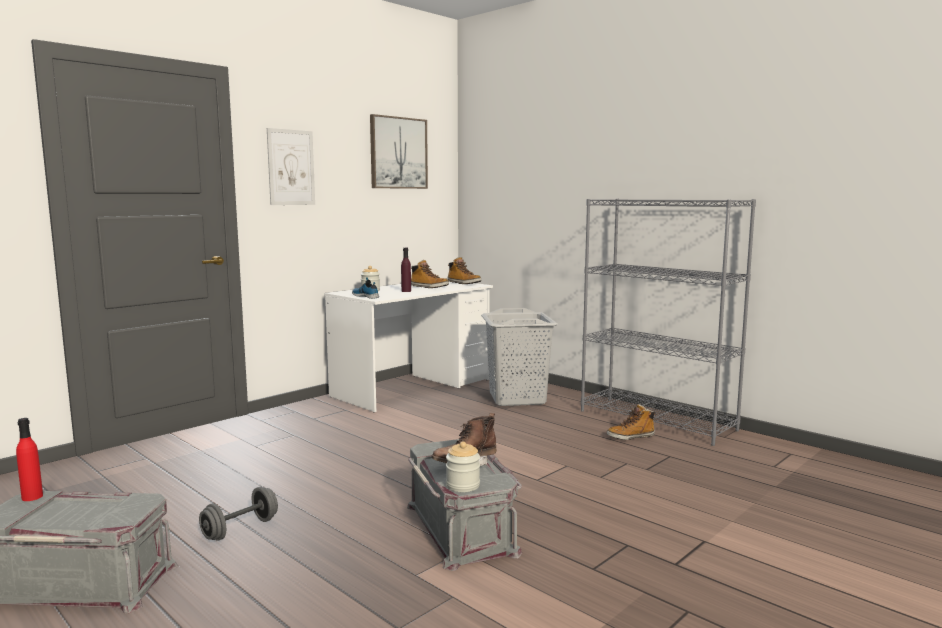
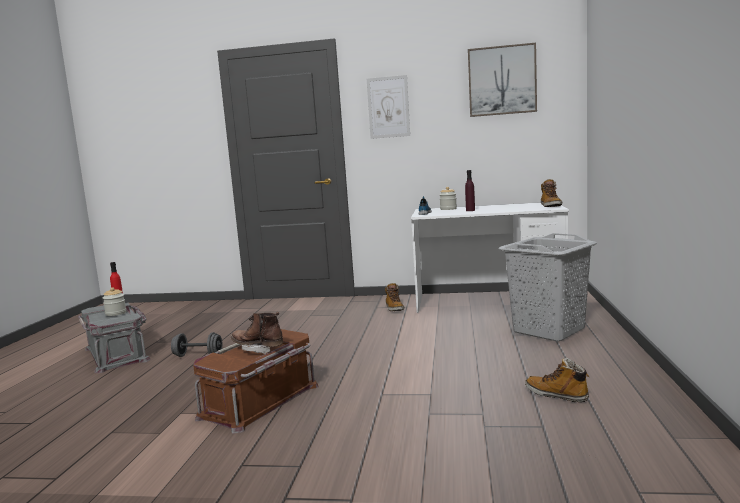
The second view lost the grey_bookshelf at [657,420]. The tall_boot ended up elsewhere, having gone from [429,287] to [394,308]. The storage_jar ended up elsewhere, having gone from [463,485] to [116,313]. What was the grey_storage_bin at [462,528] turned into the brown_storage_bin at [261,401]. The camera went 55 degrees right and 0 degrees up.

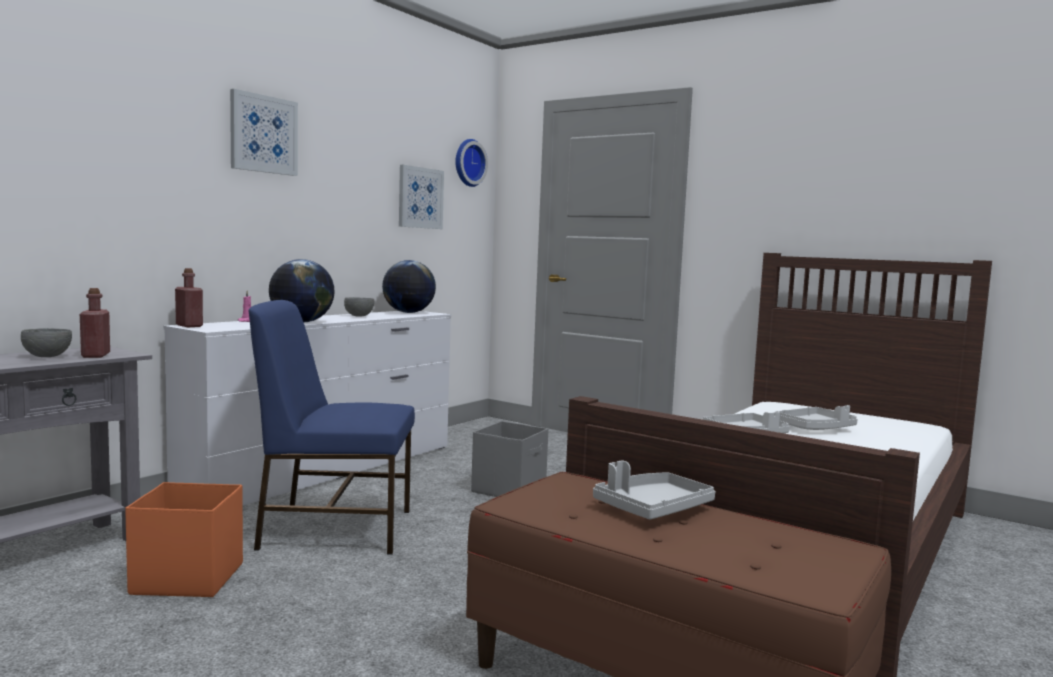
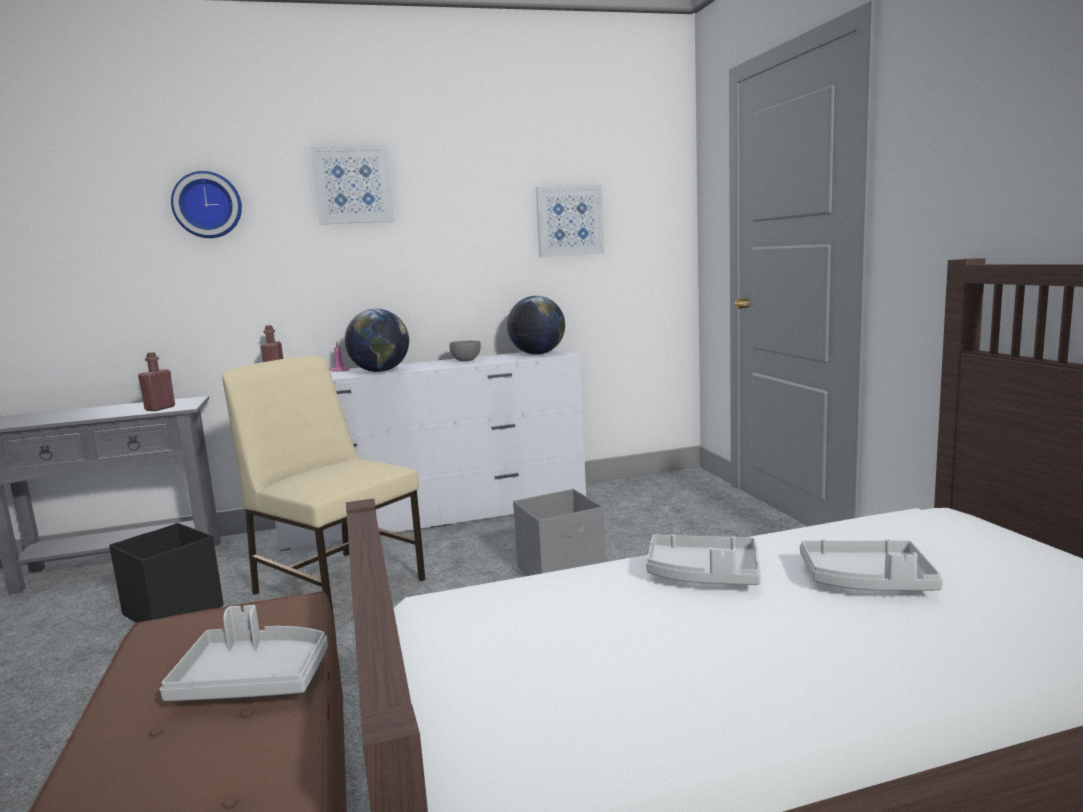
The second view lost the grey_serving_bowl at [46,357]. The clock_on_the_wall ended up elsewhere, having gone from [468,163] to [207,205]. What was the orange-coloured_storage_bin at [187,578] turned into the blackish_storage_bin at [173,610]. What was the blue-coloured_chair at [334,528] turned into the beige-coloured_chair at [338,585]. The camera went 40 degrees right and 5 degrees up.

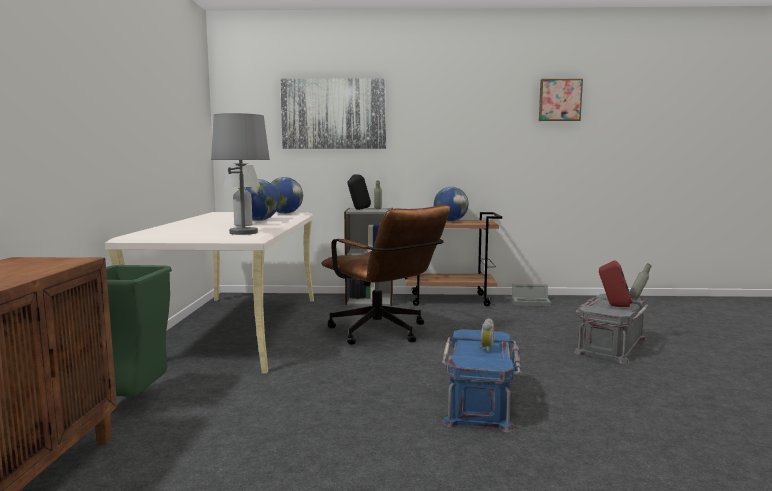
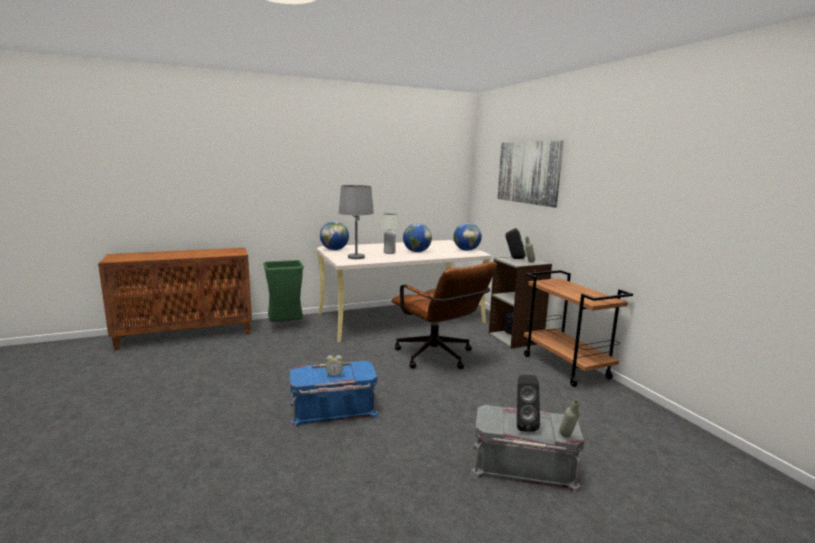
The second view lost the grey_storage_bin at [531,302]. The second view lost the picture at [559,100]. The world_globe ended up elsewhere, having gone from [450,221] to [334,250]. What was the red-coloured_speaker at [614,306] turned into the blackish_speaker at [523,424]. The brown_desk_chair at [384,333] ended up facing another way, 60 degrees counterclockwise from before. The camera went 65 degrees right and 5 degrees up.

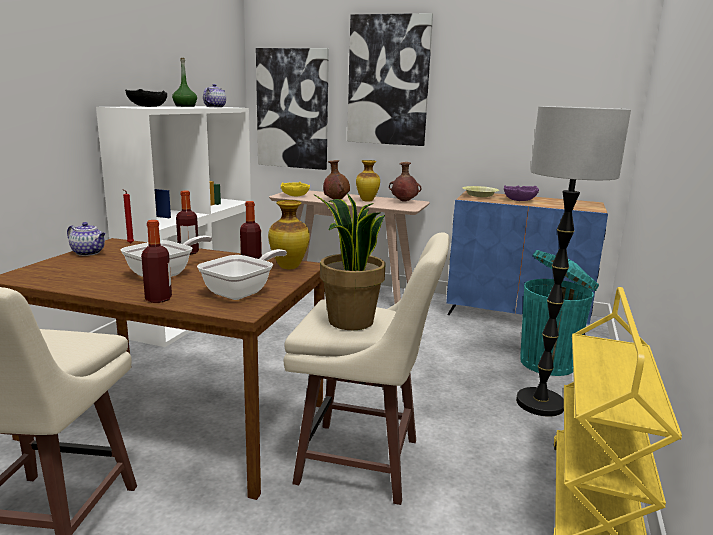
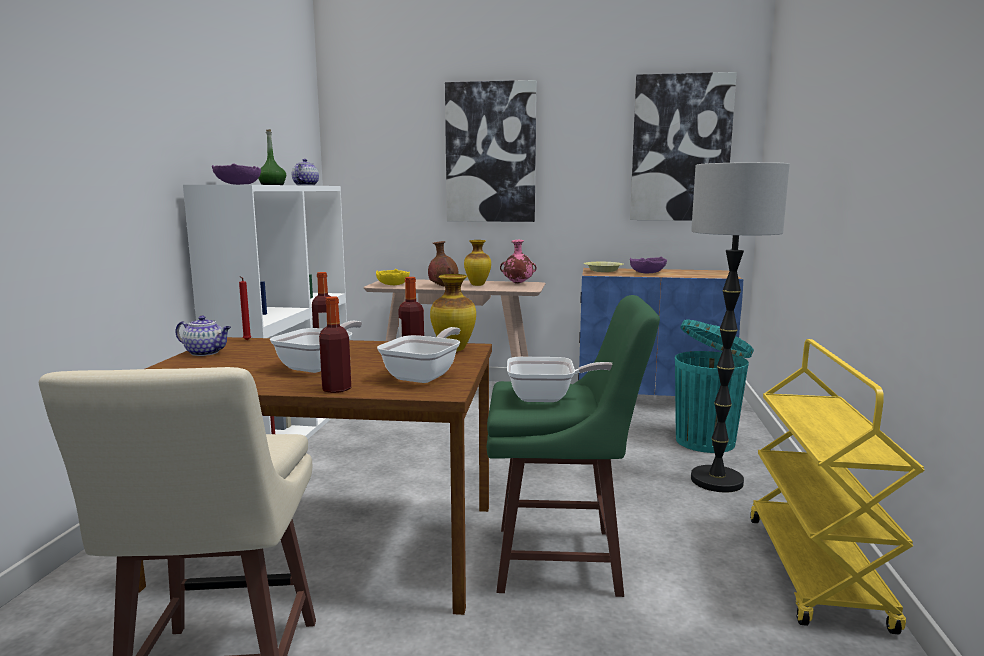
The picture ended up elsewhere, having gone from [292,109] to [680,148]. Where the plant_in_a_pot stood at [350,321], the frying_pan came to stand at [548,398]. What was the blackish_serving_bowl at [148,106] turned into the purplish_serving_bowl at [239,184]. What was the beige-coloured_stool_seat at [362,462] turned into the greenish_stool_seat at [562,561]. What was the brown_decorative_vase at [403,201] turned into the pink_decorative_vase at [517,284]. The camera went 10 degrees left and 5 degrees down.

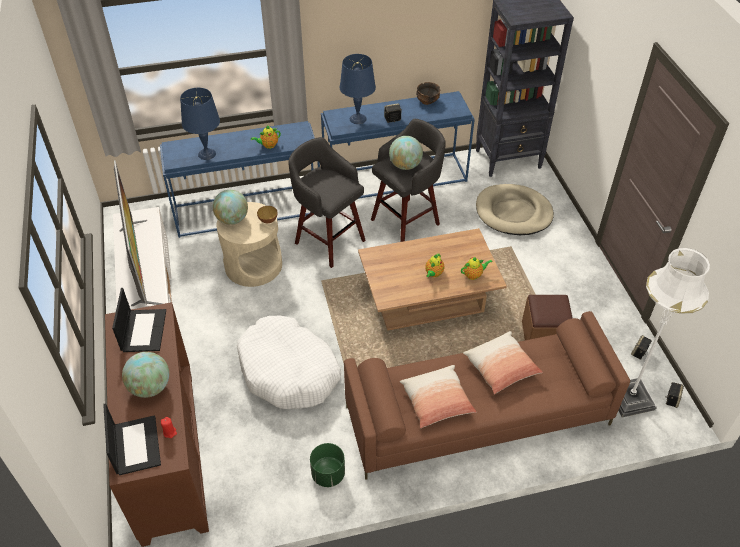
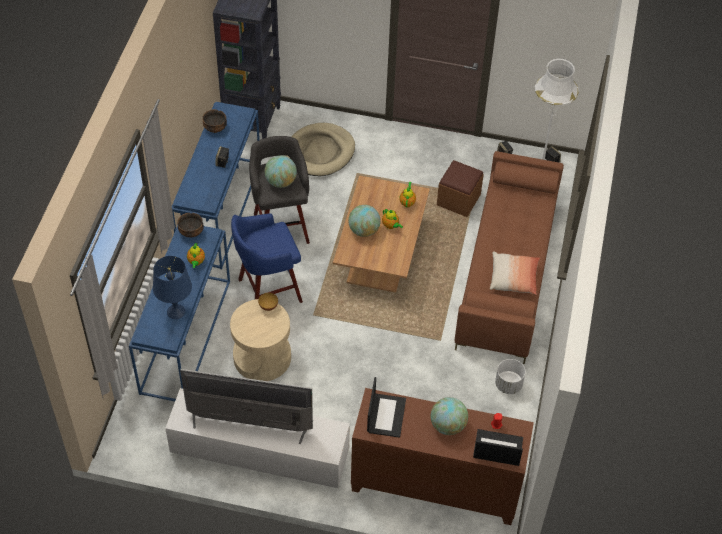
The second view lost the white-coloured_dog_cushion at [289,371]. The second view lost the blue-coloured_tabletop_lamp at [357,119]. The second view lost the throw_pillow at [501,368]. The second view gained the serving_bowl at [191,232]. The world_globe ended up elsewhere, having gone from [232,219] to [364,230]. What was the grey_stool_seat at [328,240] turned into the blue-coloured_stool_seat at [267,291]. What was the greenish_planter at [328,474] turned into the white-coloured_planter at [508,385]. The laptop at [143,330] ended up facing another way, 75 degrees clockwise from before. The camera went 65 degrees left and 5 degrees up.

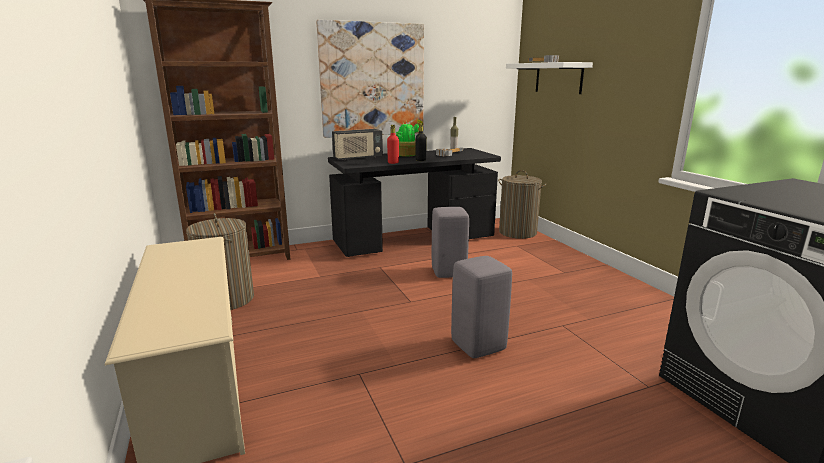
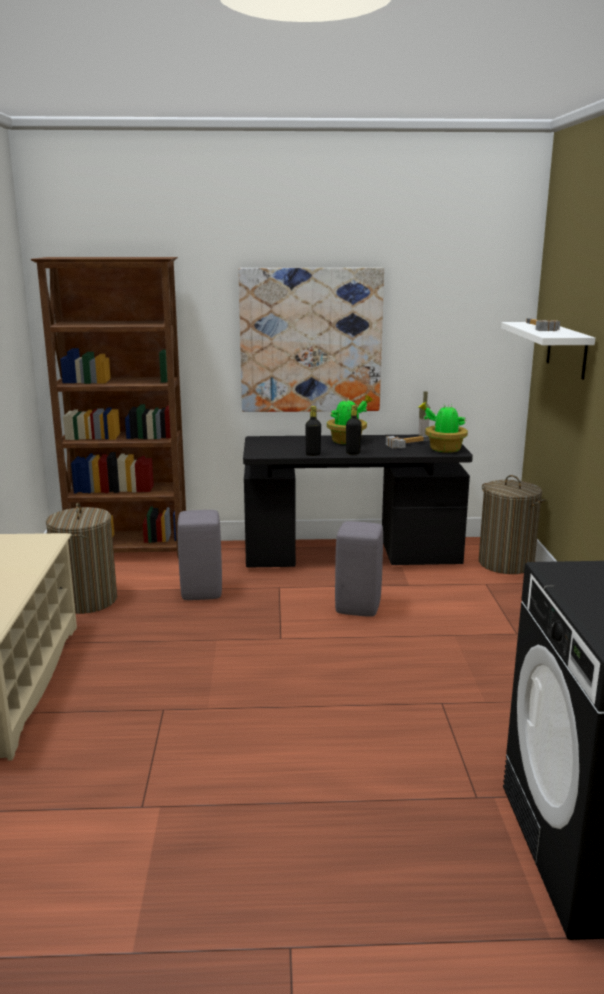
The second view lost the radio at [358,158]. The second view gained the plant_in_a_pot at [443,449]. The grey_stool_seat ended up elsewhere, having gone from [478,345] to [202,592]. What was the red-coloured_beverage_bottle at [393,163] turned into the blackish_beverage_bottle at [313,454]. The camera went 20 degrees right and 0 degrees up.

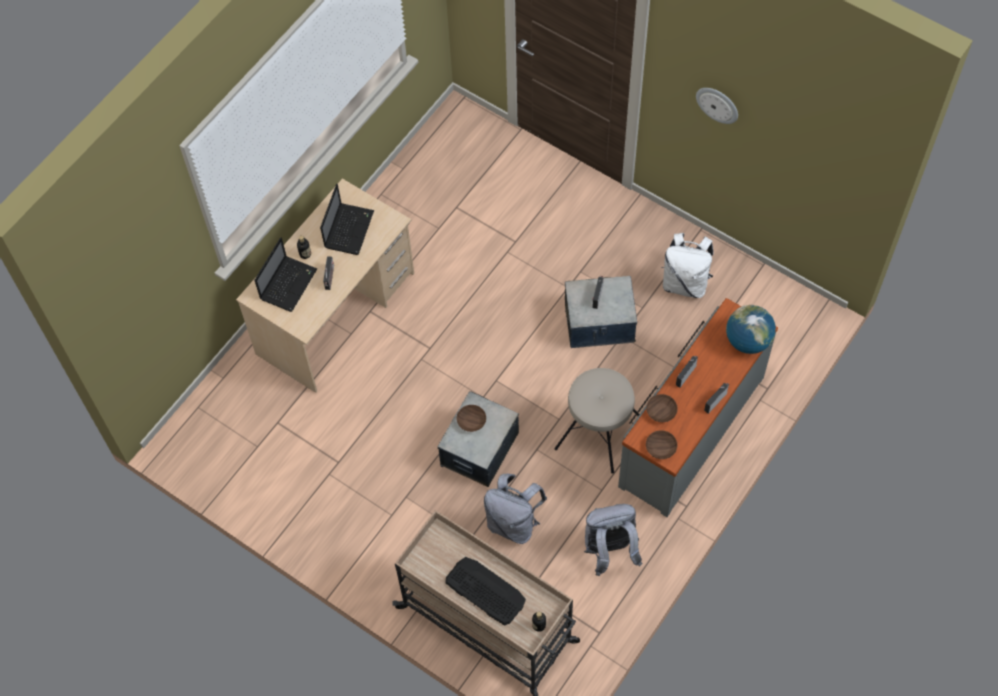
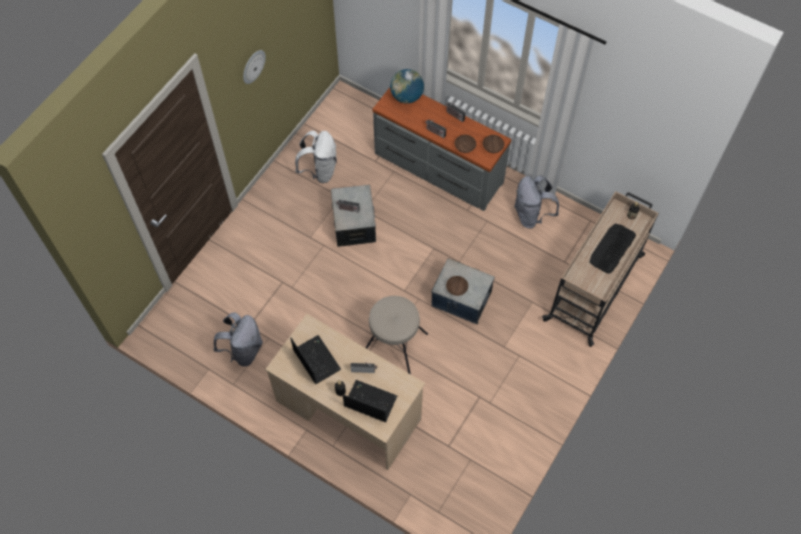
The grey_backpack ended up elsewhere, having gone from [513,522] to [243,350]. The beige-coloured_stool_seat ended up elsewhere, having gone from [598,432] to [394,344]. The laptop at [349,228] ended up facing another way, 45 degrees clockwise from before. The camera went 95 degrees left and 0 degrees up.

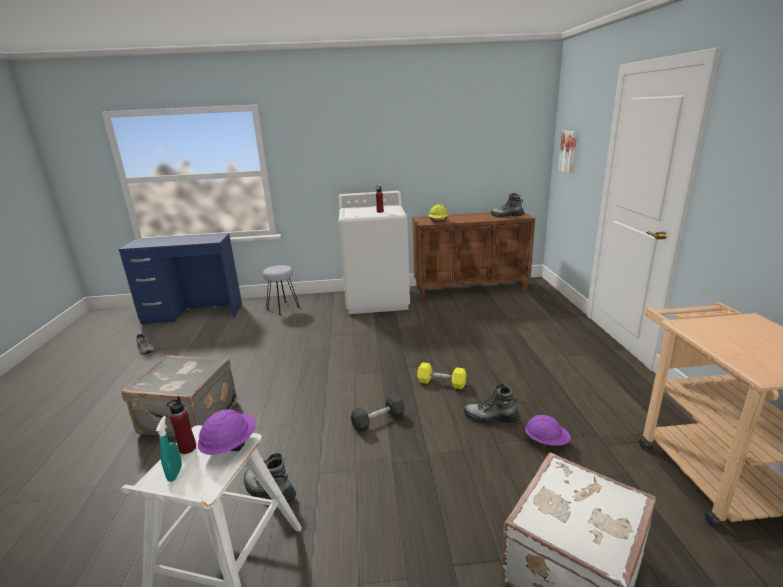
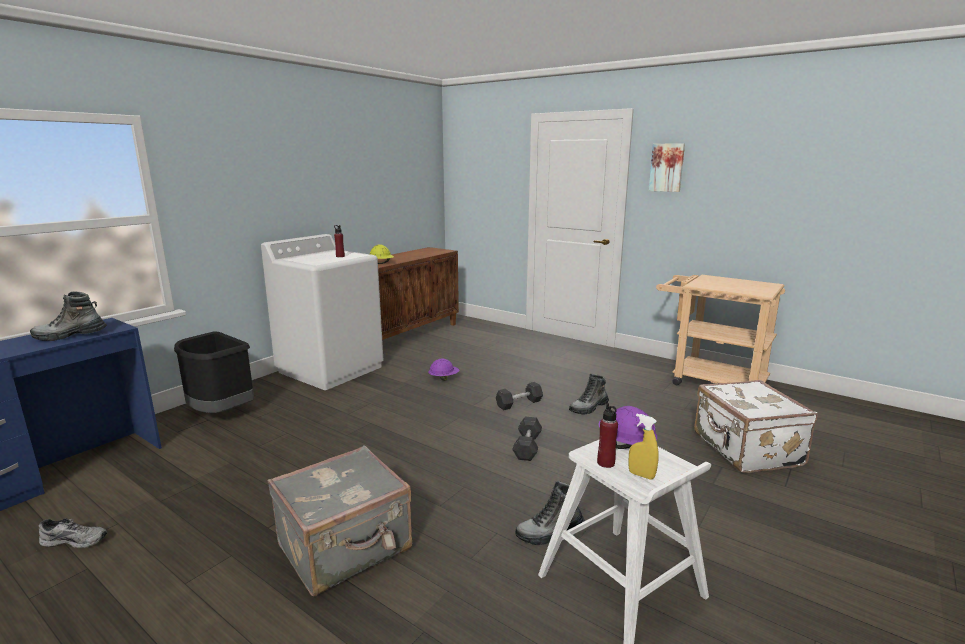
The tall_boot ended up elsewhere, having gone from [506,216] to [70,336]. The purplish_safety_helmet ended up elsewhere, having gone from [546,442] to [444,378]. The picture ended up elsewhere, having gone from [569,151] to [667,167]. Where the grey_stool_seat stood at [283,308], the blackish_waste_bin came to stand at [221,413]. What was the turquoise-coloured_sprayer at [175,473] turned into the yellow-coloured_sprayer at [641,475]. What was the yellow-coloured_hand_weight at [441,383] turned into the grey_hand_weight at [519,403]. The camera went 50 degrees left and 5 degrees down.

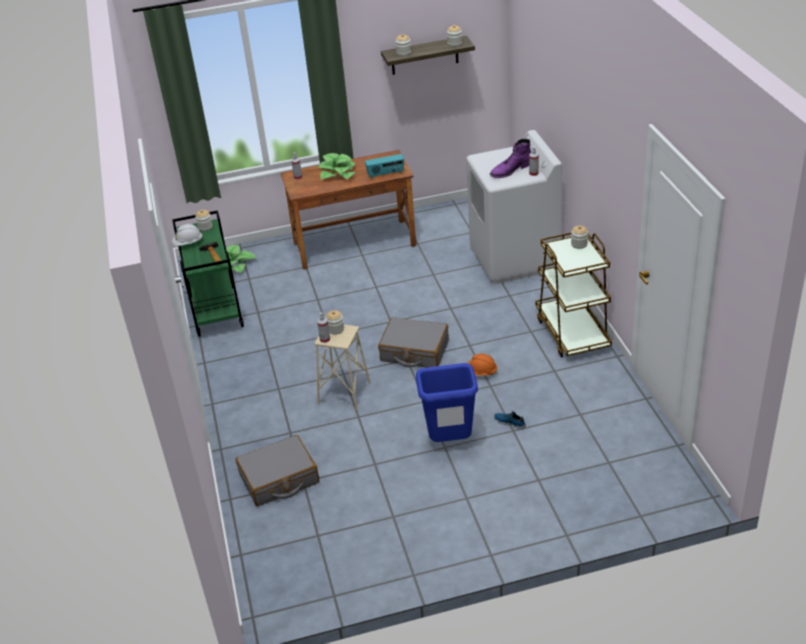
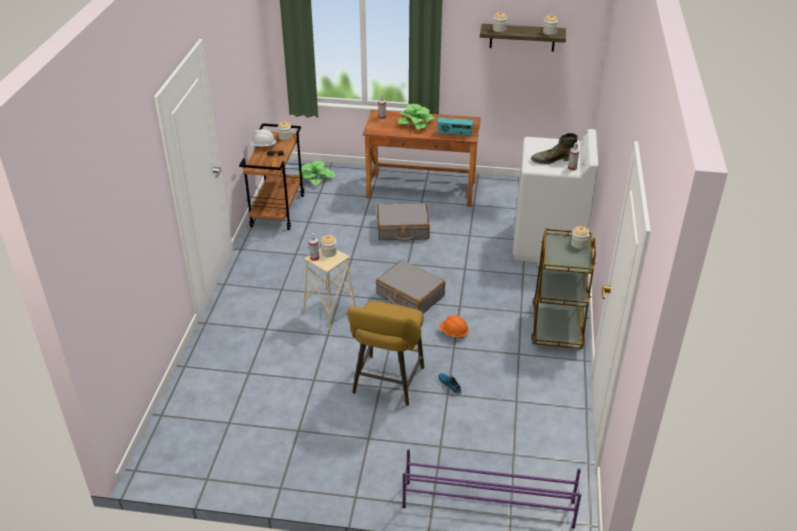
The second view gained the purplish_shoe_stand at [487,504]. The grey_piece_of_luggage ended up elsewhere, having gone from [279,479] to [402,229]. Where the blue-coloured_waste_bin stood at [449,442], the yellow-coloured_stool_seat came to stand at [387,384]. What was the greenish_cart at [215,311] turned into the brown_cart at [277,210]. What was the purplish_tall_boot at [510,170] turned into the greenish_tall_boot at [553,159]. The camera went 20 degrees right and 0 degrees up.

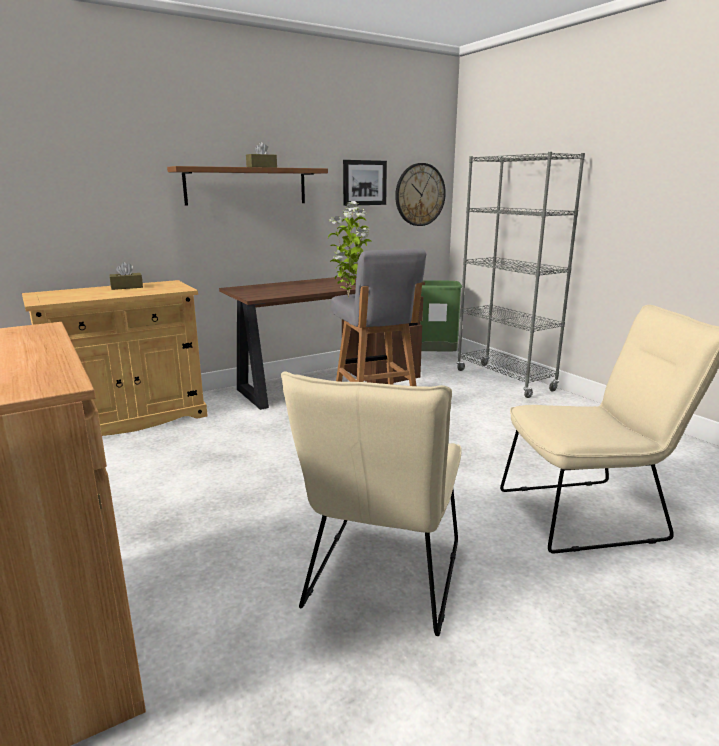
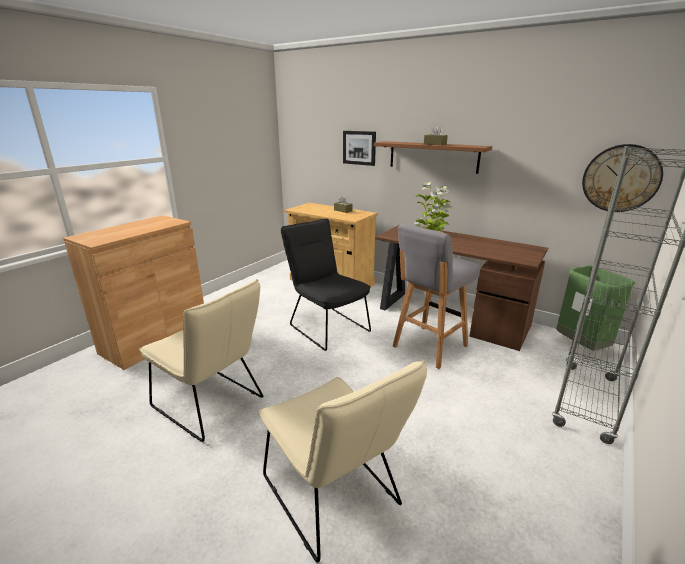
The second view gained the blackish_chair at [326,326]. The picture ended up elsewhere, having gone from [364,183] to [359,147]. The beige-coloured_chair at [381,582] ended up facing another way, 135 degrees counterclockwise from before. The camera went 65 degrees right and 5 degrees up.

